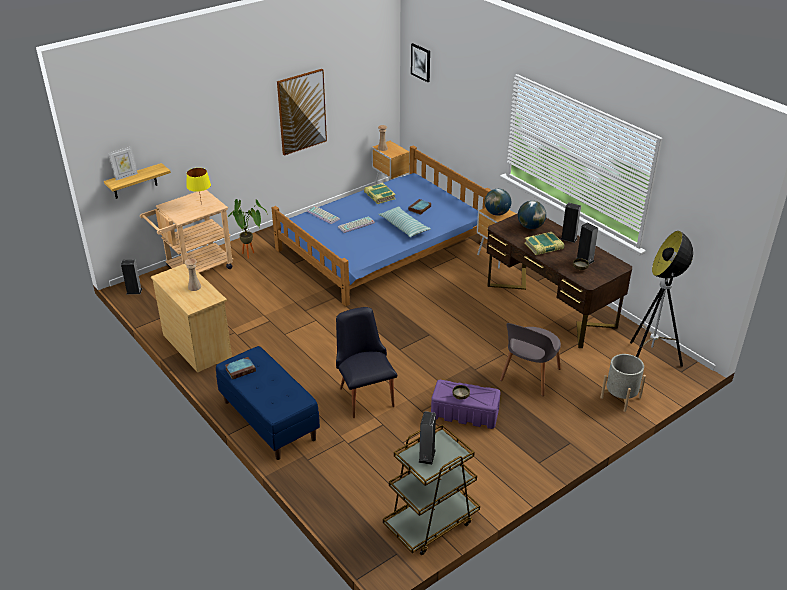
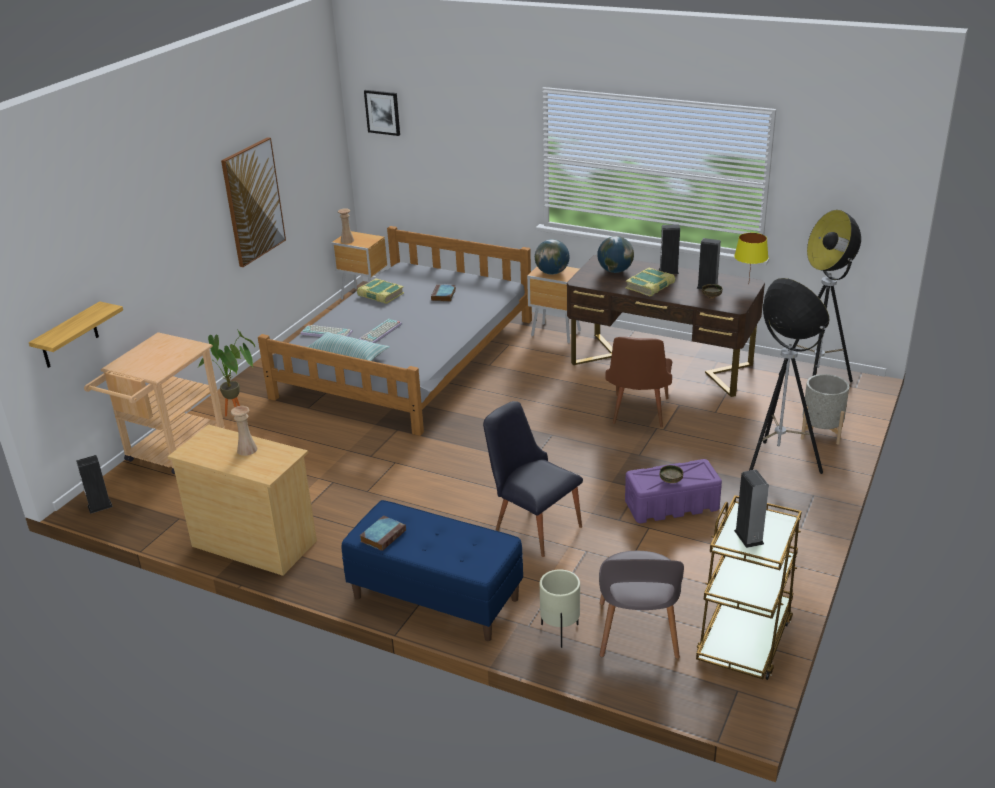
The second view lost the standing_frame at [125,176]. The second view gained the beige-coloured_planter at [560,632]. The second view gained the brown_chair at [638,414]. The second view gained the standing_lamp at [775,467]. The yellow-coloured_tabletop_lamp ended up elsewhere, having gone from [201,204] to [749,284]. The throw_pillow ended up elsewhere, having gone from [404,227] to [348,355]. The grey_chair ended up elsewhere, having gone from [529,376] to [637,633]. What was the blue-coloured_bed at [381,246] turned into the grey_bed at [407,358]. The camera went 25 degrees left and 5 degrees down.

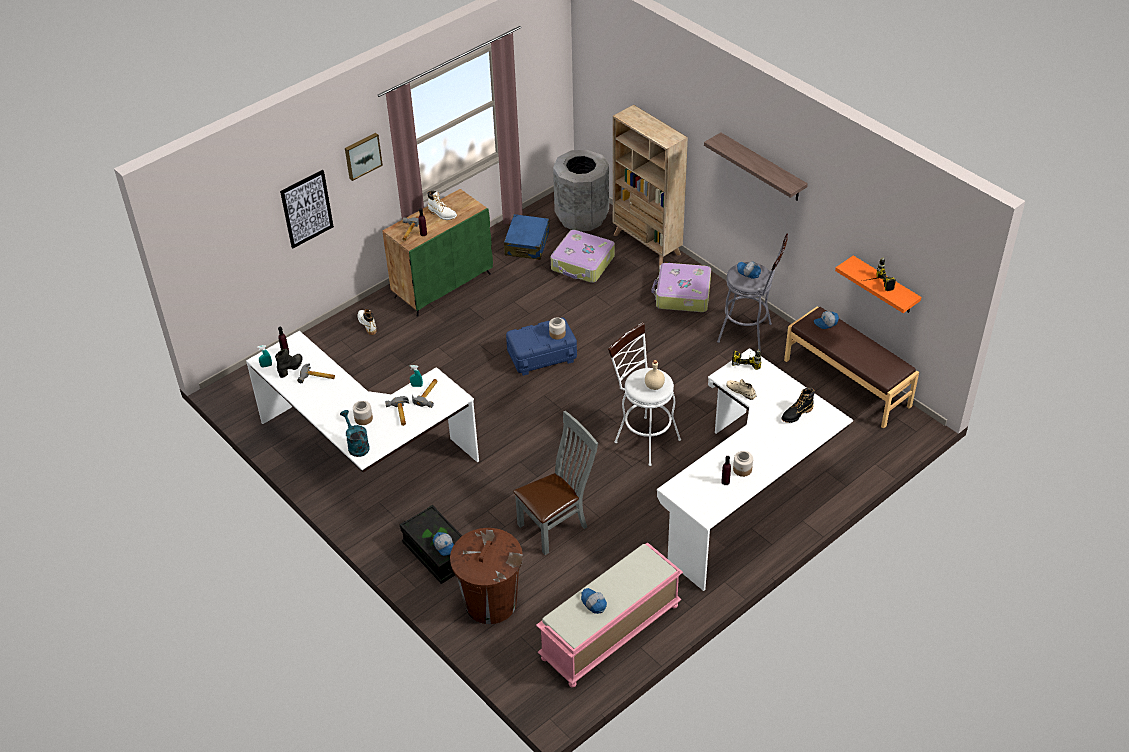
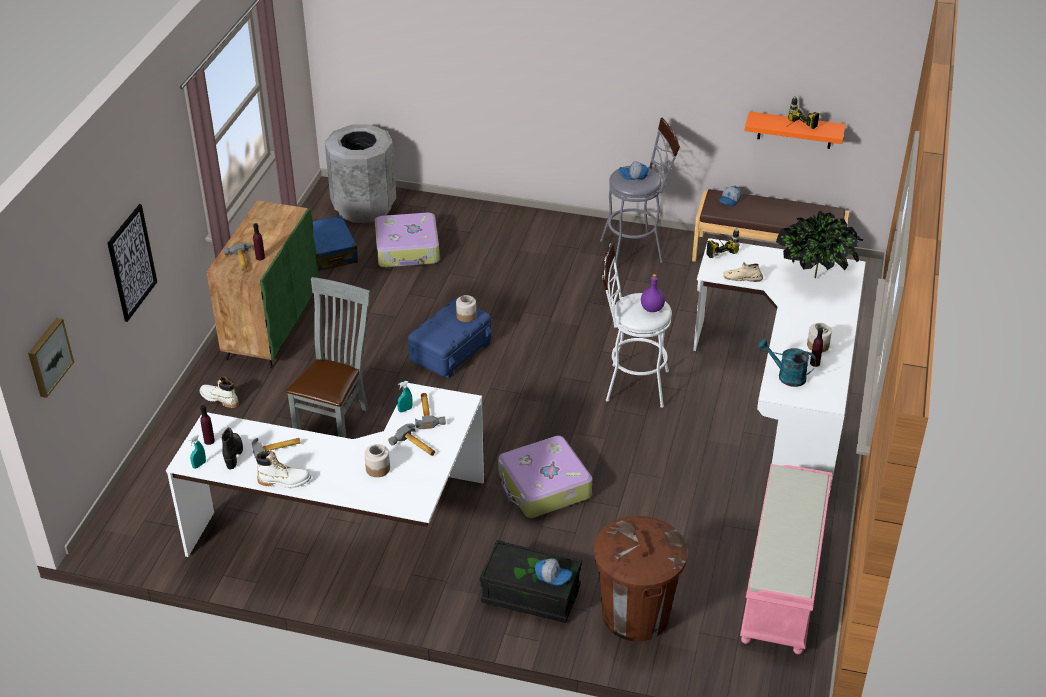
The second view lost the peaked_cap at [593,603]. The second view lost the beige-coloured_bookshelf at [647,245]. The second view lost the bracket_shelf at [762,167]. The turquoise-coloured_watering_can ended up elsewhere, having gone from [356,445] to [786,376]. The picture ended up elsewhere, having gone from [362,155] to [48,357]. The white-coloured_tall_boot ended up elsewhere, having gone from [442,214] to [284,481]. The grey_chair ended up elsewhere, having gone from [557,525] to [335,419]. The piece_of_luggage ended up elsewhere, having gone from [682,295] to [544,487]. Where the blackish_tall_boot stood at [797,414], the plant_in_a_pot came to stand at [813,277]. What was the beige-coloured_beverage_bottle at [654,386] turned into the purplish_beverage_bottle at [652,308]. The camera went 35 degrees left and 5 degrees down.

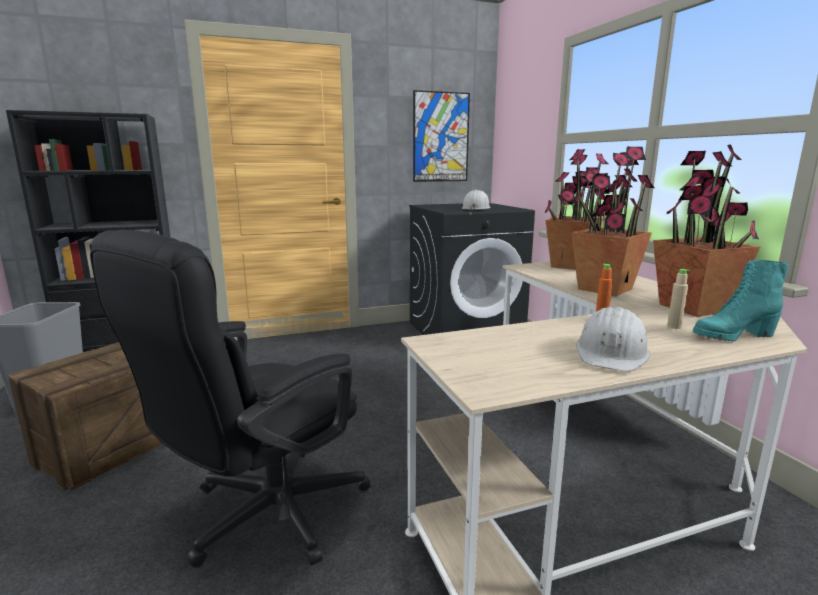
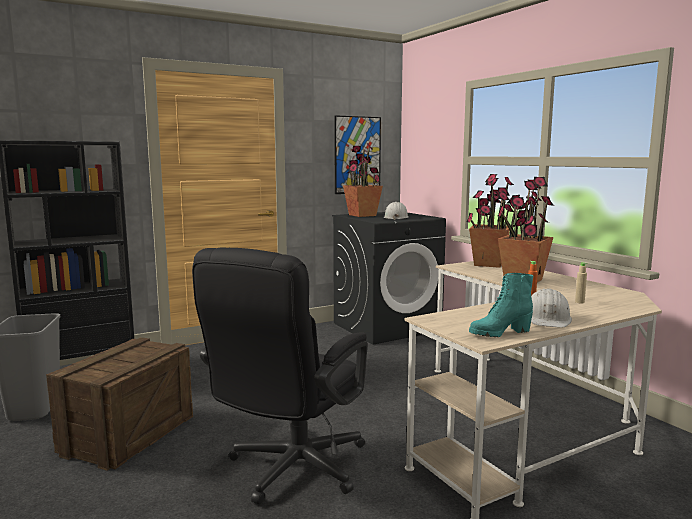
The plant_in_a_pot ended up elsewhere, having gone from [693,308] to [362,215]. The turquoise-coloured_tall_boot ended up elsewhere, having gone from [732,336] to [499,333]. The camera went 10 degrees left and 5 degrees down.

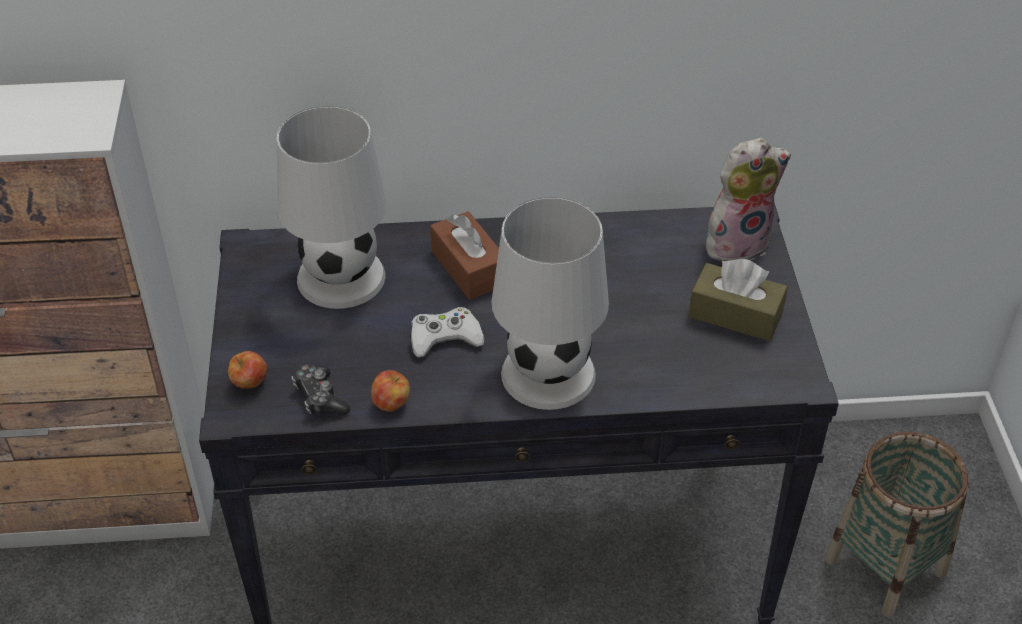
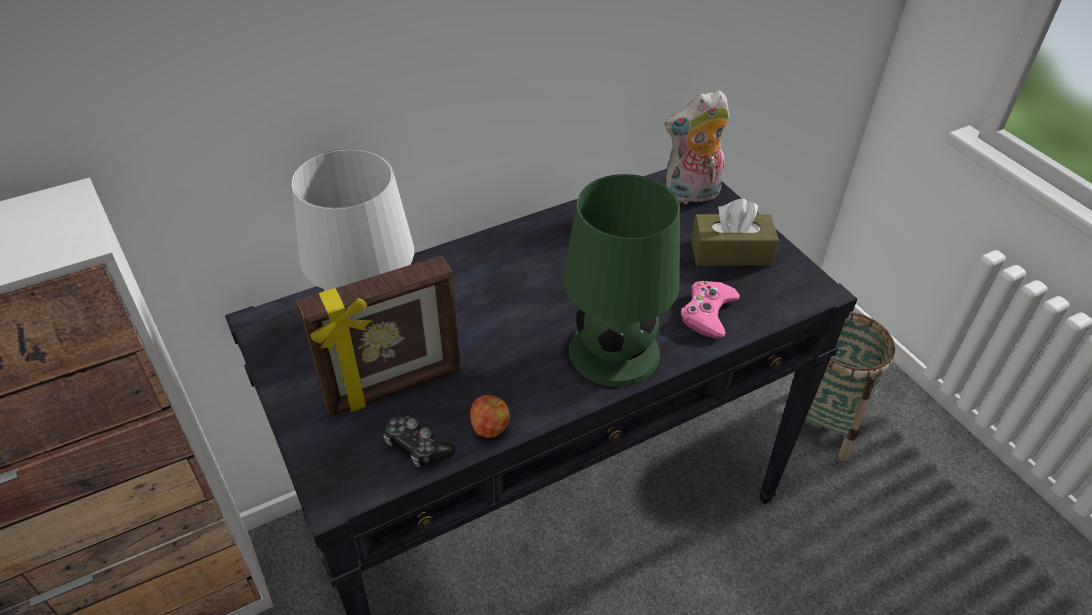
The second view lost the whole_apple at [250,383]. The second view lost the white-coloured_joypad at [445,338]. The second view lost the brown_tissue_holder at [469,268]. The second view gained the standing_frame at [394,387]. The second view gained the pink_joypad at [707,313]. What was the white-coloured_tabletop_lamp at [547,373] turned into the greenish_tabletop_lamp at [612,351]. The soft_toy at [737,242] ended up facing another way, 150 degrees counterclockwise from before. The camera went 25 degrees left and 0 degrees up.

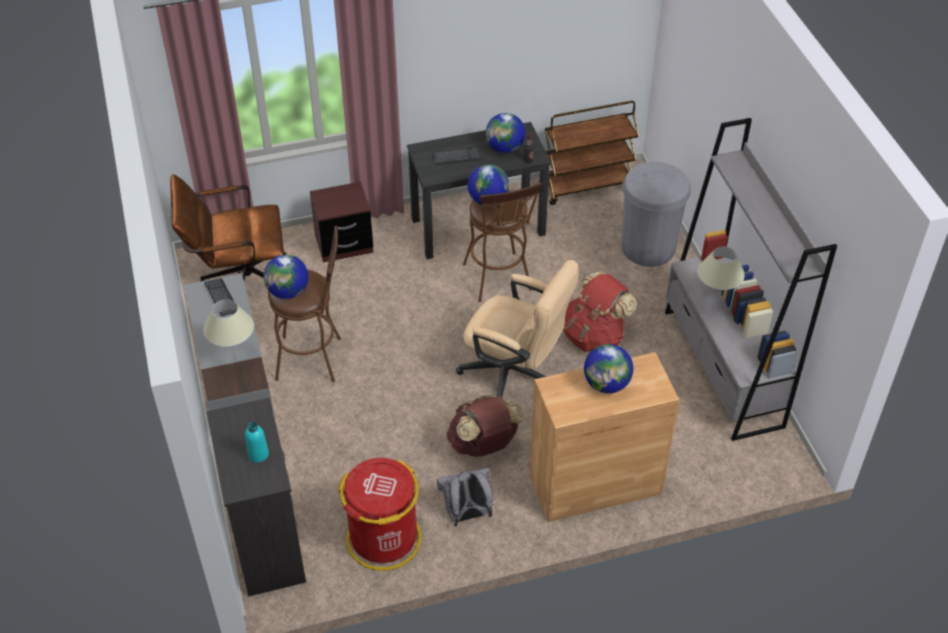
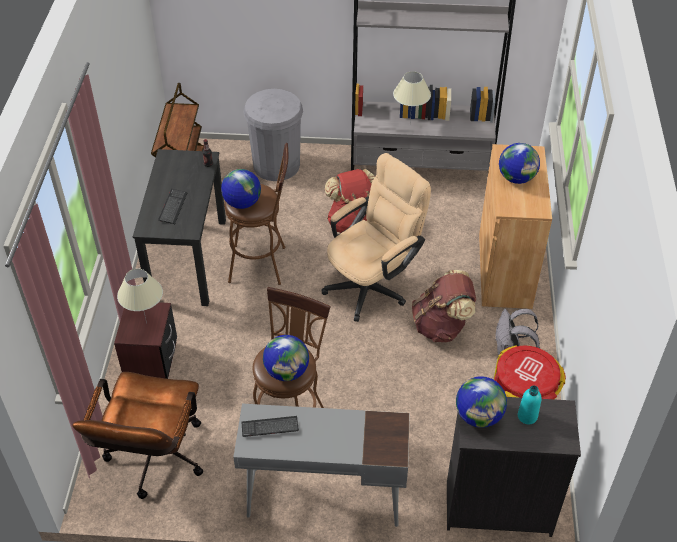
The beige-coloured_tabletop_lamp ended up elsewhere, having gone from [235,361] to [146,323]. The world_globe ended up elsewhere, having gone from [505,148] to [479,416]. The camera went 70 degrees left and 0 degrees up.

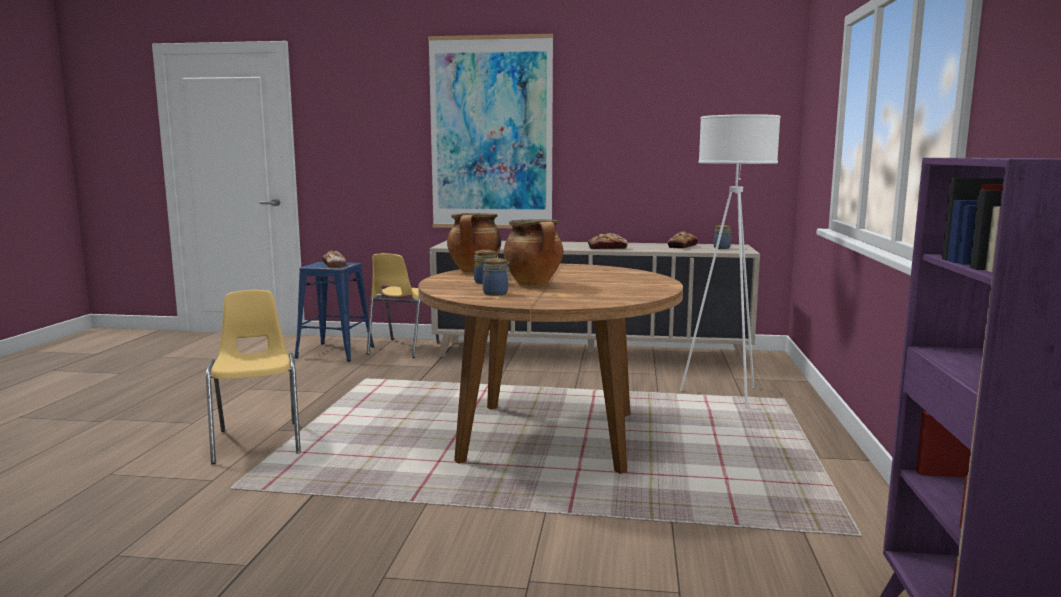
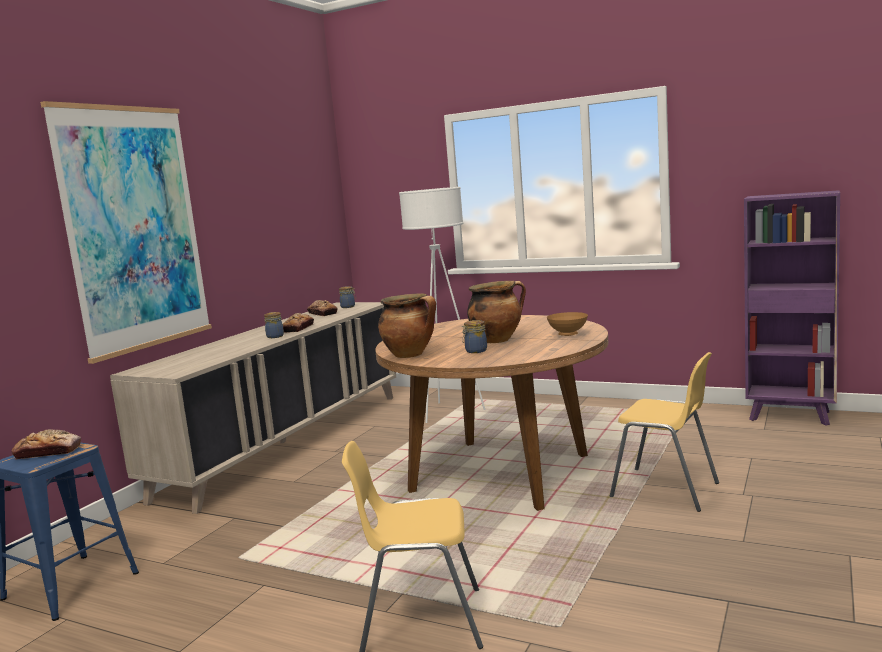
The second view gained the brown_serving_bowl at [567,335]. The yellow-coloured_chair ended up elsewhere, having gone from [402,348] to [666,490]. The storage_jar ended up elsewhere, having gone from [496,293] to [275,336]. The camera went 70 degrees left and 0 degrees up.

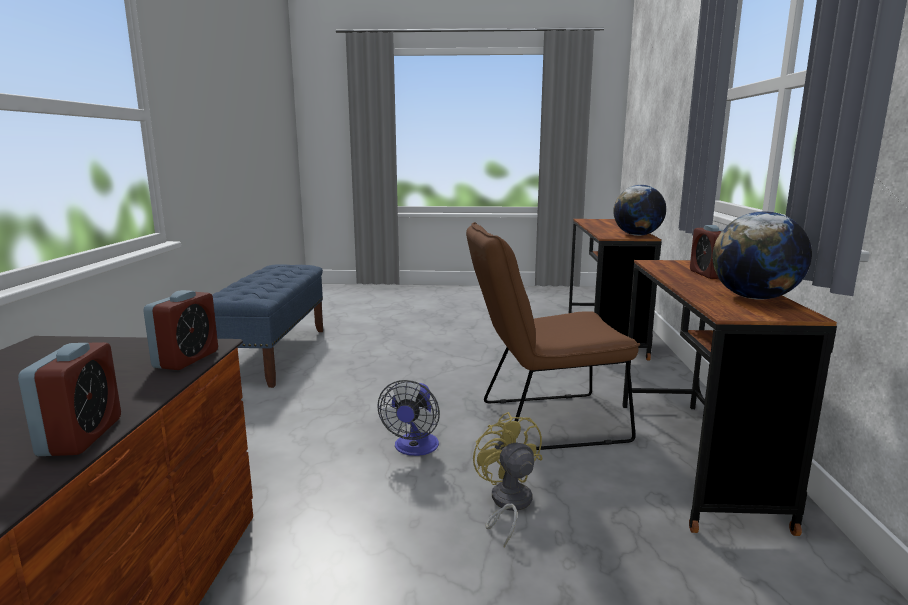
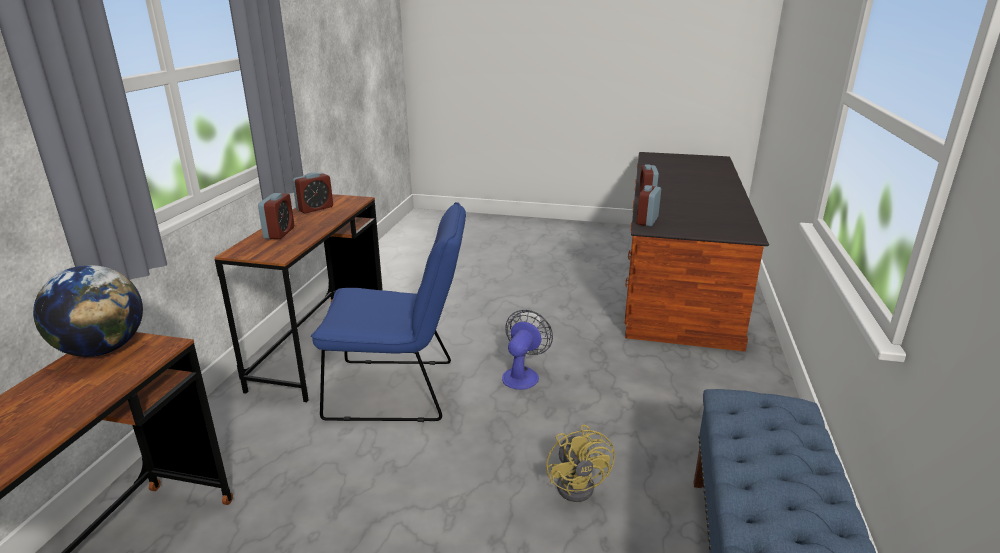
The yellow-coloured_electric_fan ended up elsewhere, having gone from [507,505] to [580,484]. Where the world_globe stood at [754,298], the bedside_clock came to stand at [315,208]. What was the brown_chair at [542,422] turned into the blue-coloured_chair at [401,390]. The camera went 170 degrees left and 10 degrees up.

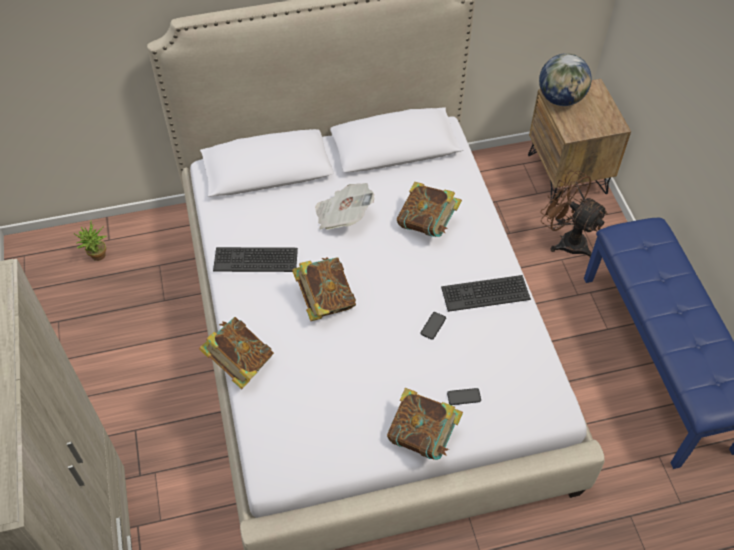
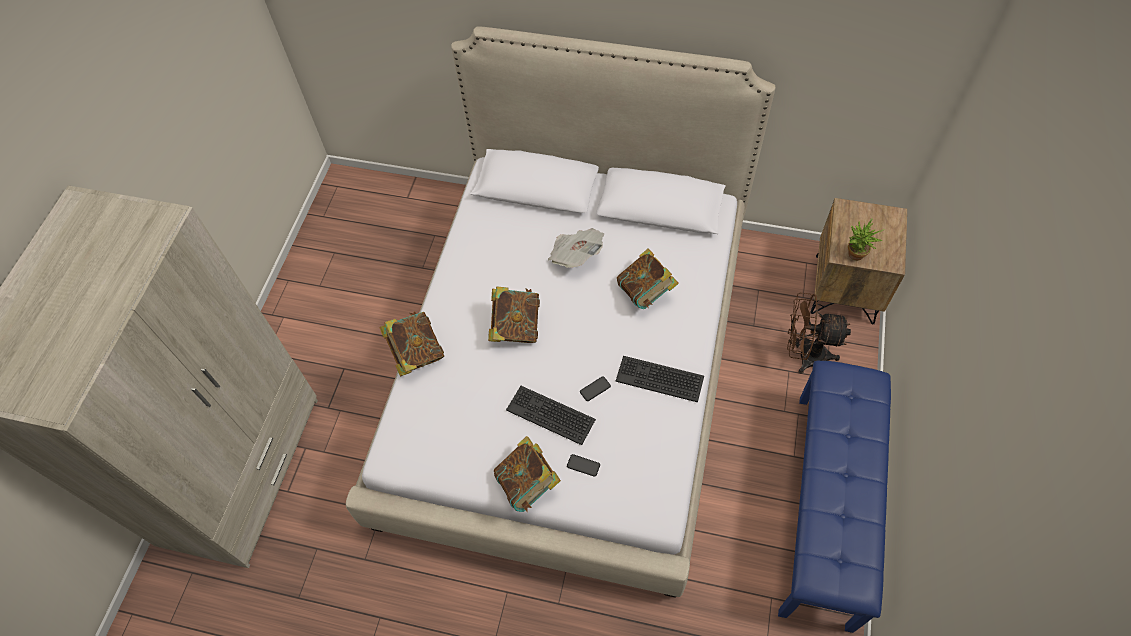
The second view lost the world_globe at [561,99]. The plant_in_a_pot ended up elsewhere, having gone from [97,257] to [854,257]. The PC_keyboard ended up elsewhere, having gone from [255,259] to [551,414]. The brown_electric_fan at [566,240] ended up facing another way, 60 degrees counterclockwise from before. The camera went 30 degrees right and 5 degrees up.

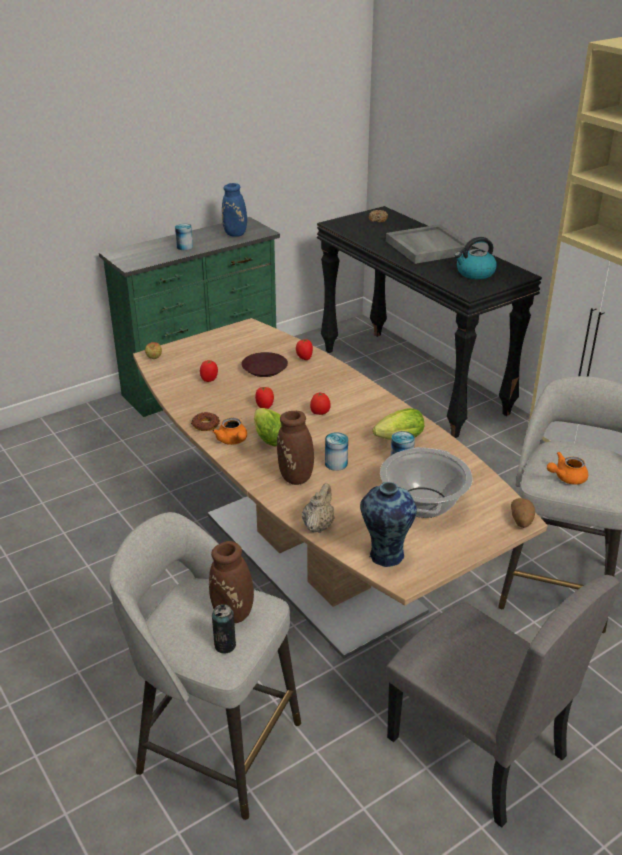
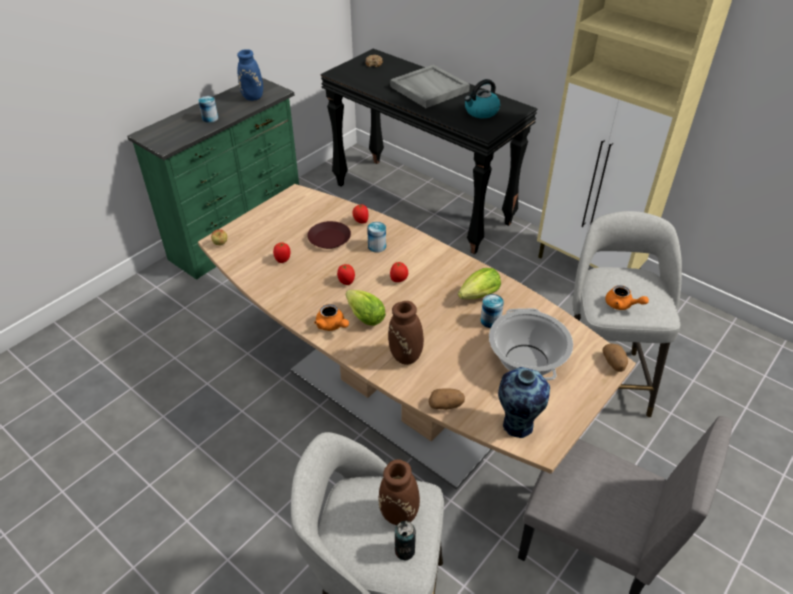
The second view lost the ring_doughnut at [205,425]. The metal_can ended up elsewhere, having gone from [336,463] to [377,246]. Where the beige-coloured_tea_pot stood at [318,525], the whole_potato came to stand at [446,405]. The orange-coloured_tea_pot at [566,478] ended up facing another way, 105 degrees counterclockwise from before. The camera went 15 degrees left and 10 degrees up.

